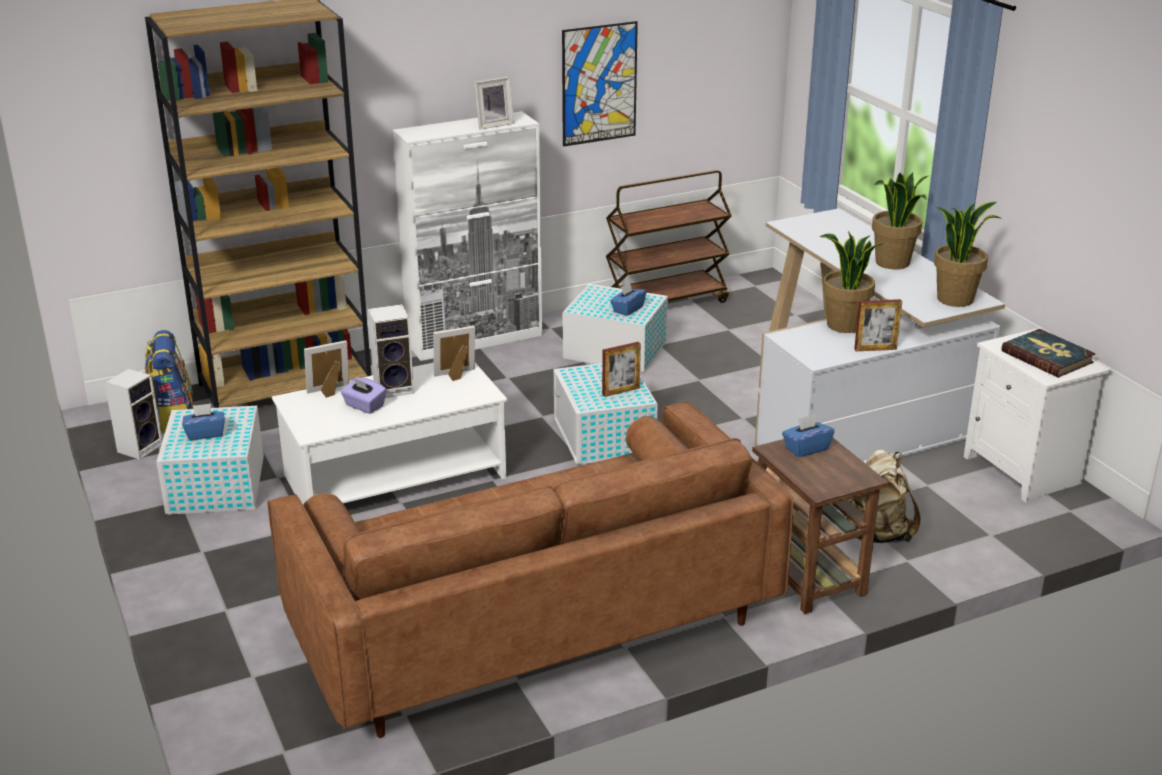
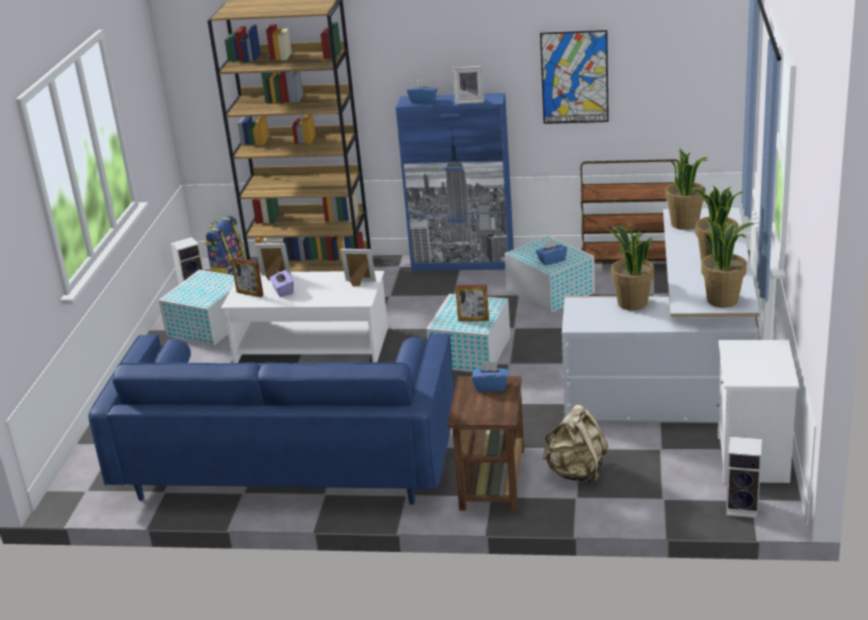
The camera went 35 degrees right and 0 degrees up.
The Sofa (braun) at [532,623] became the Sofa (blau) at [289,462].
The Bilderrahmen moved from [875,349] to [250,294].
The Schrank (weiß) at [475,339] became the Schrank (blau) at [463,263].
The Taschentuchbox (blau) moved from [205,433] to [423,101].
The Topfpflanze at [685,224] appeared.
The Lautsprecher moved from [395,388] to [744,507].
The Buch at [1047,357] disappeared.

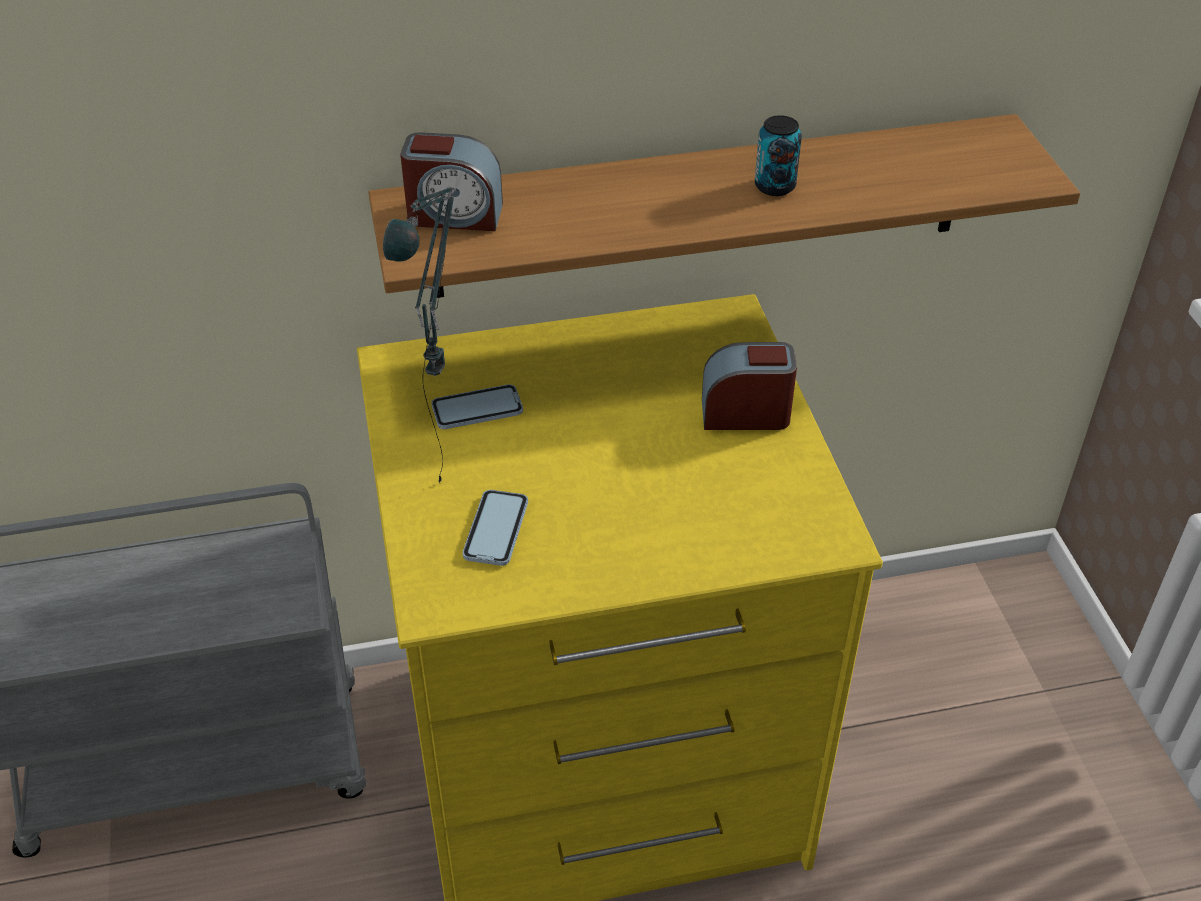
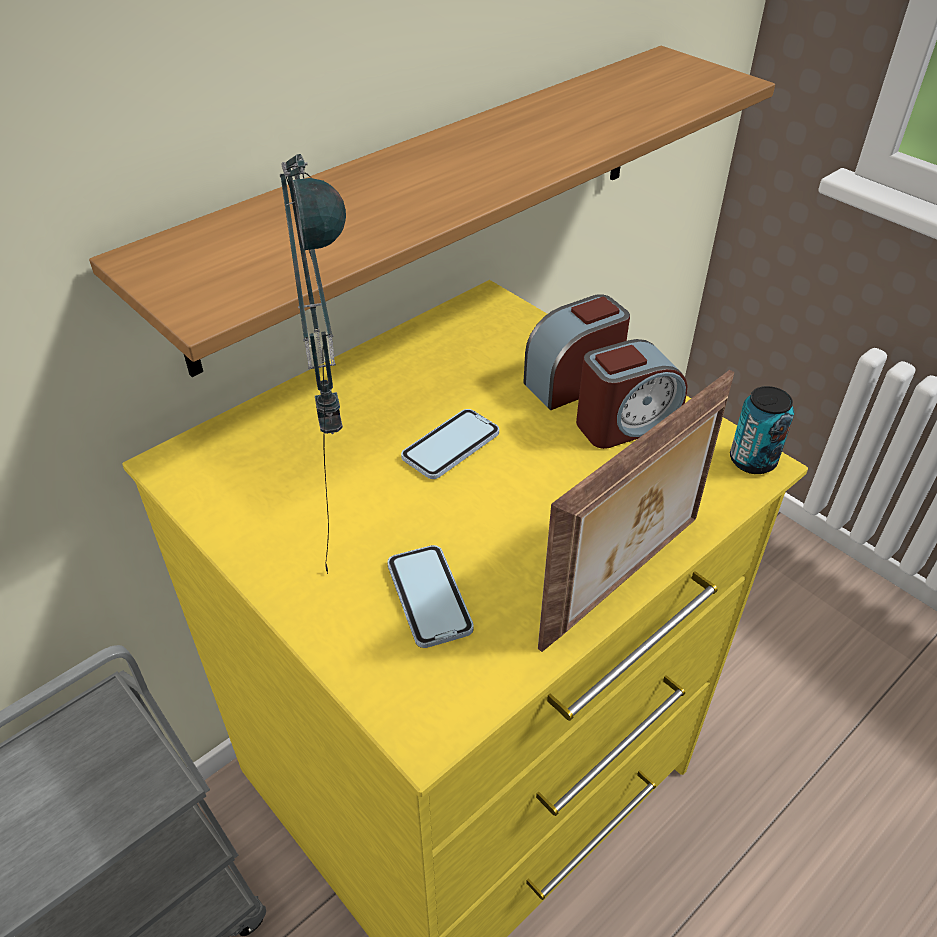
The camera went 30 degrees left and 0 degrees up.
The Handy moved from [477,409] to [451,446].
The Bilderrahmen at [626,581] appeared.
The Wecker moved from [454,215] to [626,423].
The Dose moved from [775,186] to [752,460].

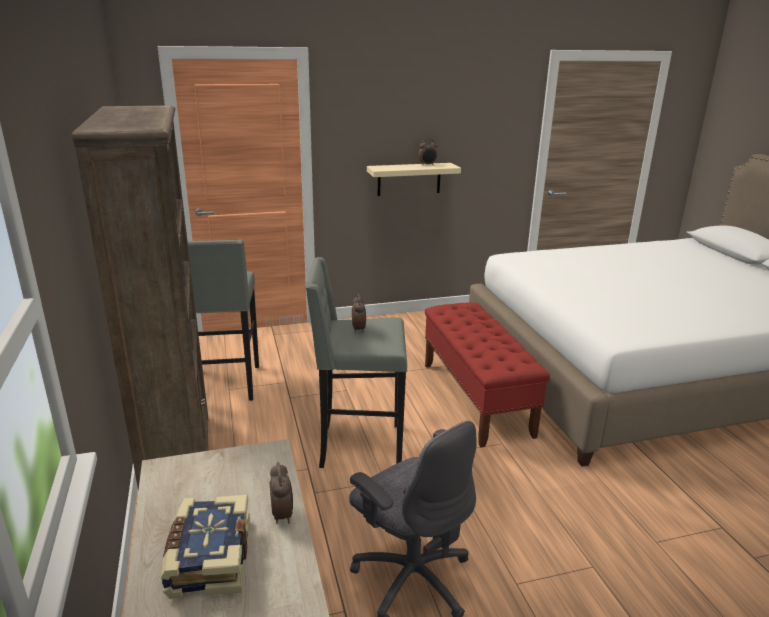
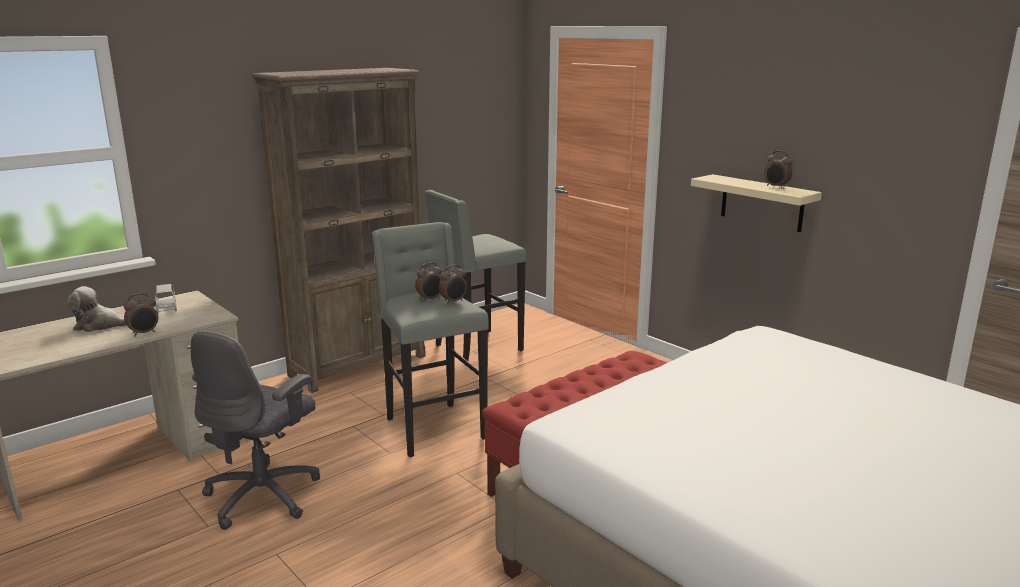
The camera went 65 degrees right and 5 degrees down.
The Buch at [208,558] was replaced by the Plüschtier at [100,325].
The Spielzeugauto (grau) at [166,307] appeared.
The Wecker at [453,301] appeared.

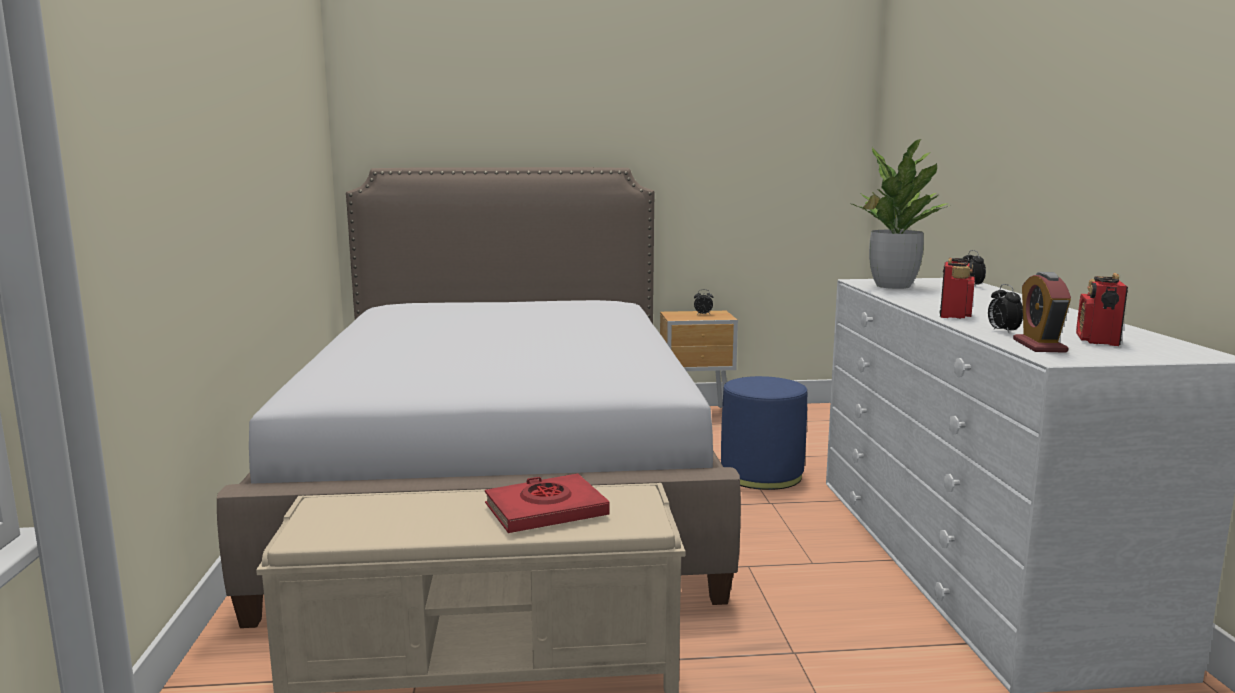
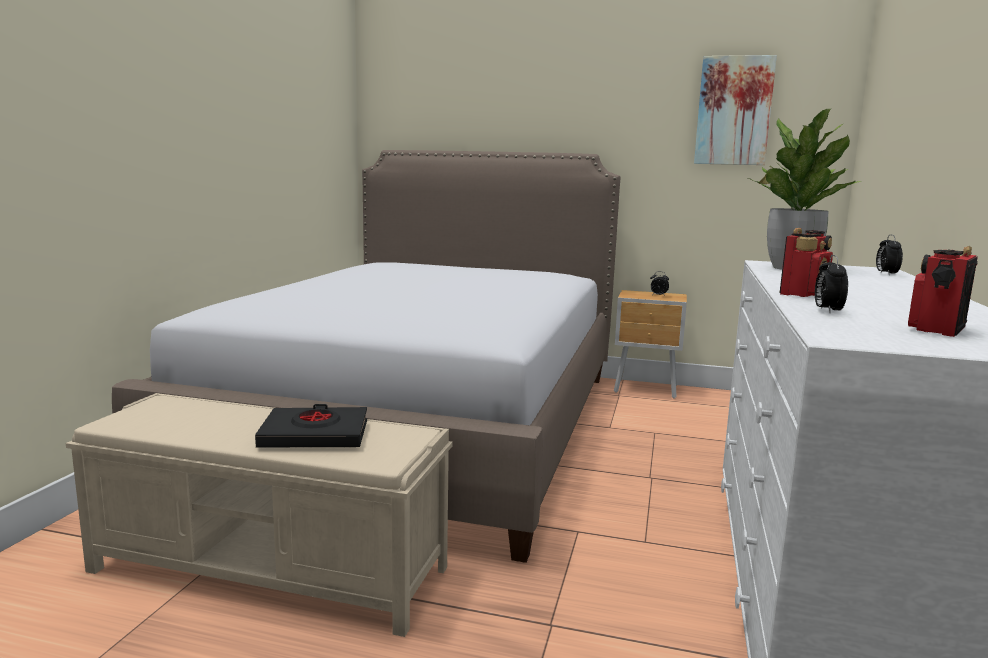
The camera went 20 degrees right and 0 degrees up.
The Buch (rot) at [546,511] became the Buch (schwarz) at [315,435].
The Bild at [733,111] appeared.
The Polsterhocker (blau) at [761,474] disappeared.
The Wecker at [1039,346] disappeared.

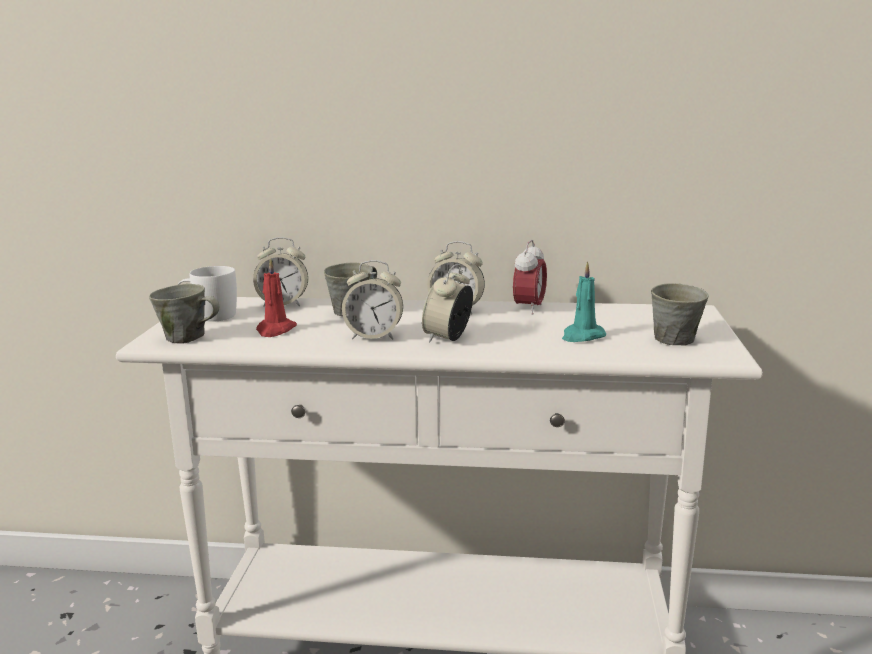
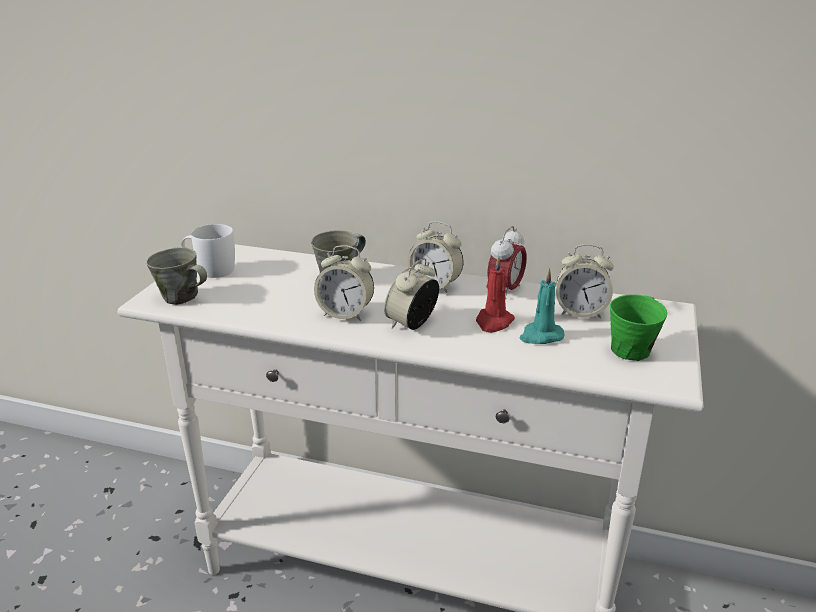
The camera went 10 degrees right and 10 degrees up.
The Kerze (rot) moved from [275,330] to [493,322].
The Wecker moved from [283,304] to [580,312].
The Henkelbecher (grau) at [675,338] became the Henkelbecher (grün) at [632,349].

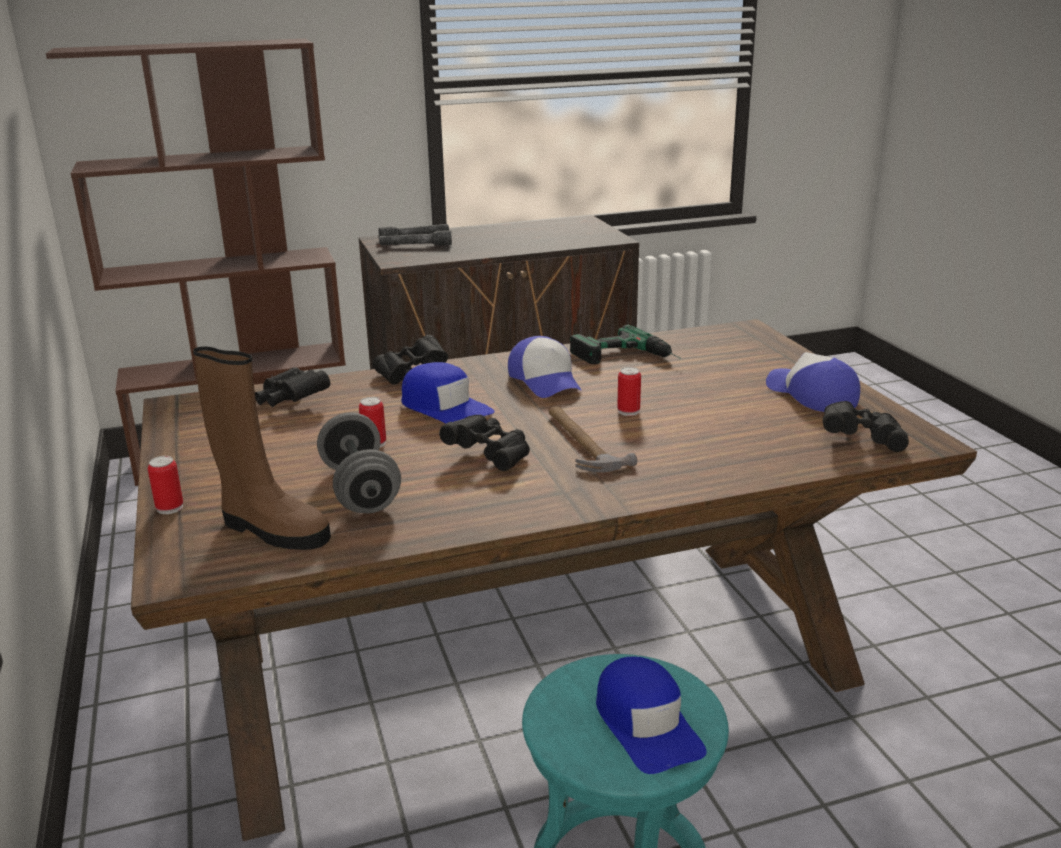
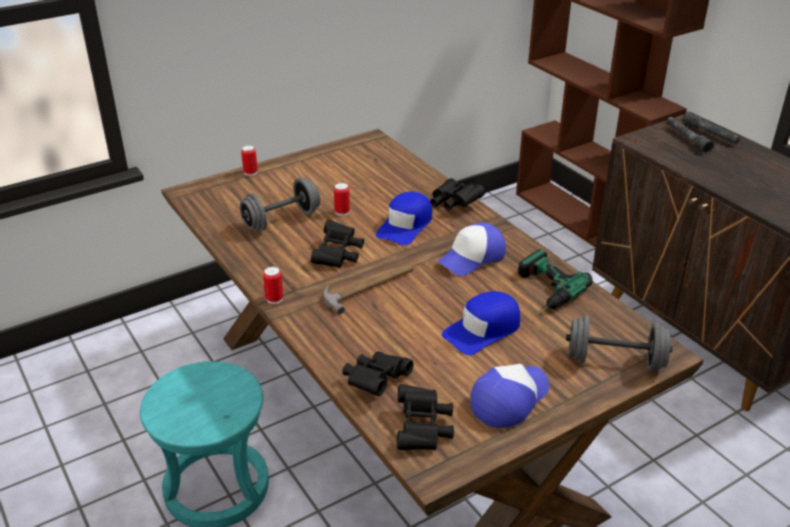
The camera went 75 degrees right and 10 degrees up.
The Dose moved from [628,411] to [274,298].
The Fernglas (schwarz) moved from [291,401] to [376,381].
The Kappe (blau) moved from [646,724] to [483,330].
The Hantel (grau) at [615,361] appeared.
The Stiefel (braun) at [272,530] disappeared.

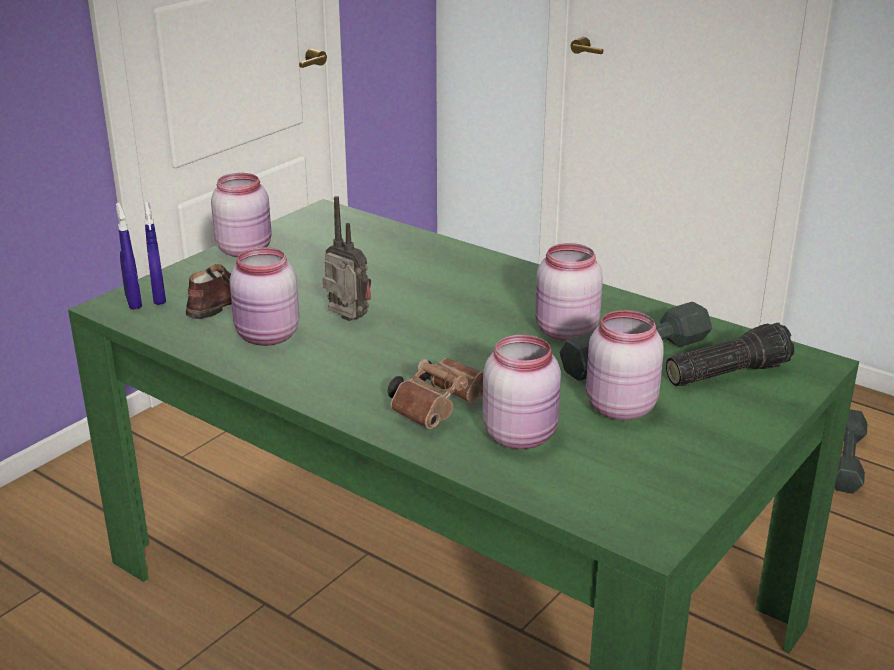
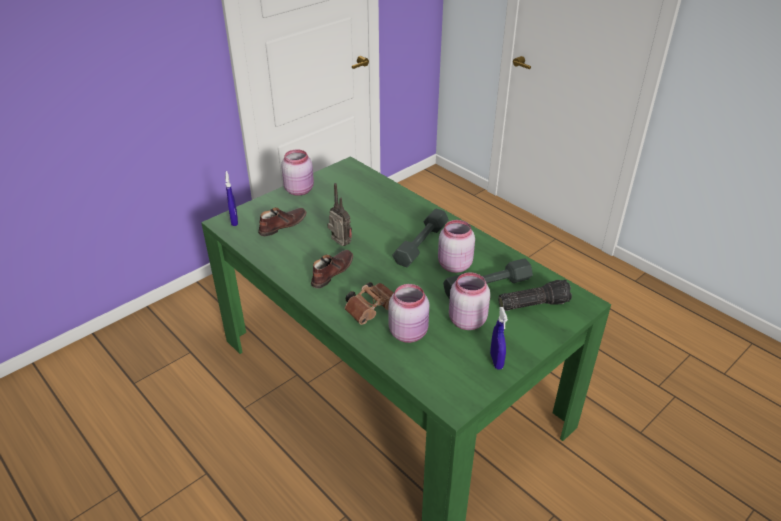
The camera went 10 degrees right and 10 degrees up.
The Schuh (braun) at [331,272] appeared.
The Hantel (grau) moved from [846,460] to [421,244].
The Sprühflasche (blau) moved from [159,298] to [496,361].
The Vorratsglas (rosa) at [267,337] disappeared.

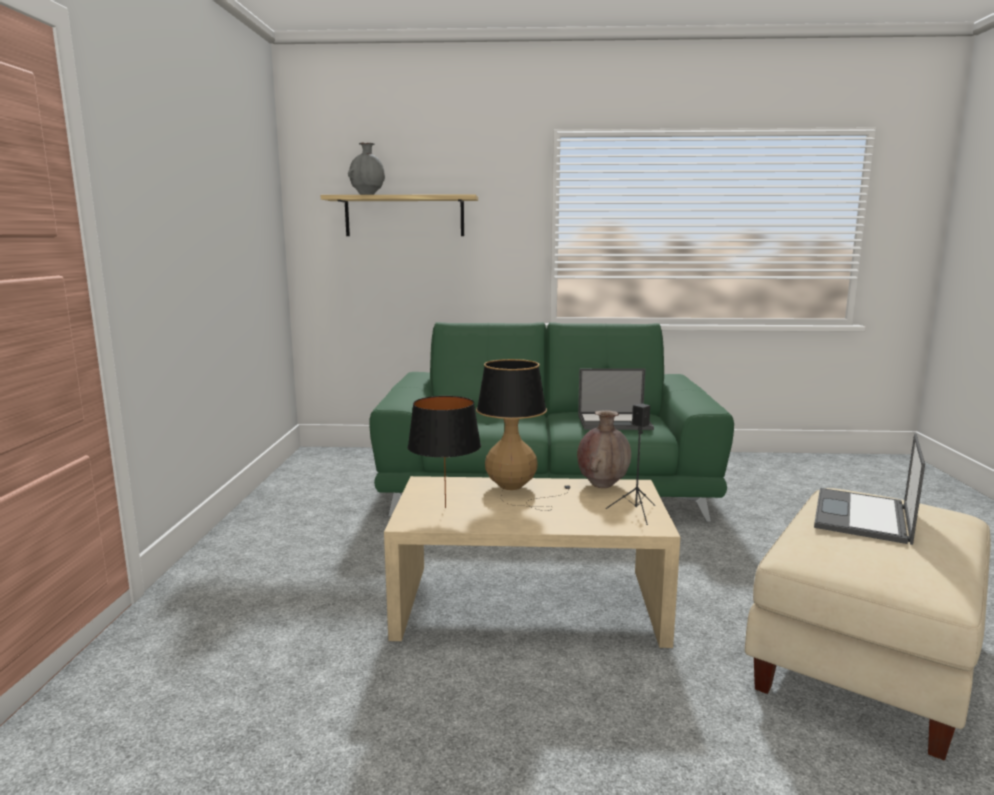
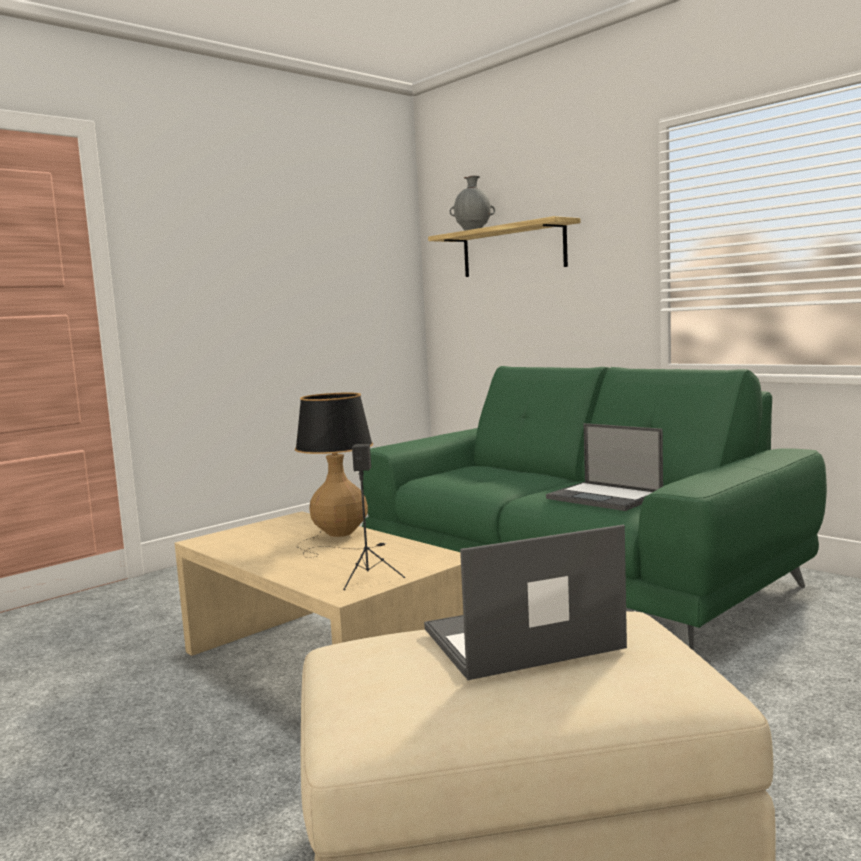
The camera went 45 degrees right and 5 degrees down.
The Tischlampe (schwarz) at [445,507] disappeared.
The Vase (braun) at [602,485] disappeared.

